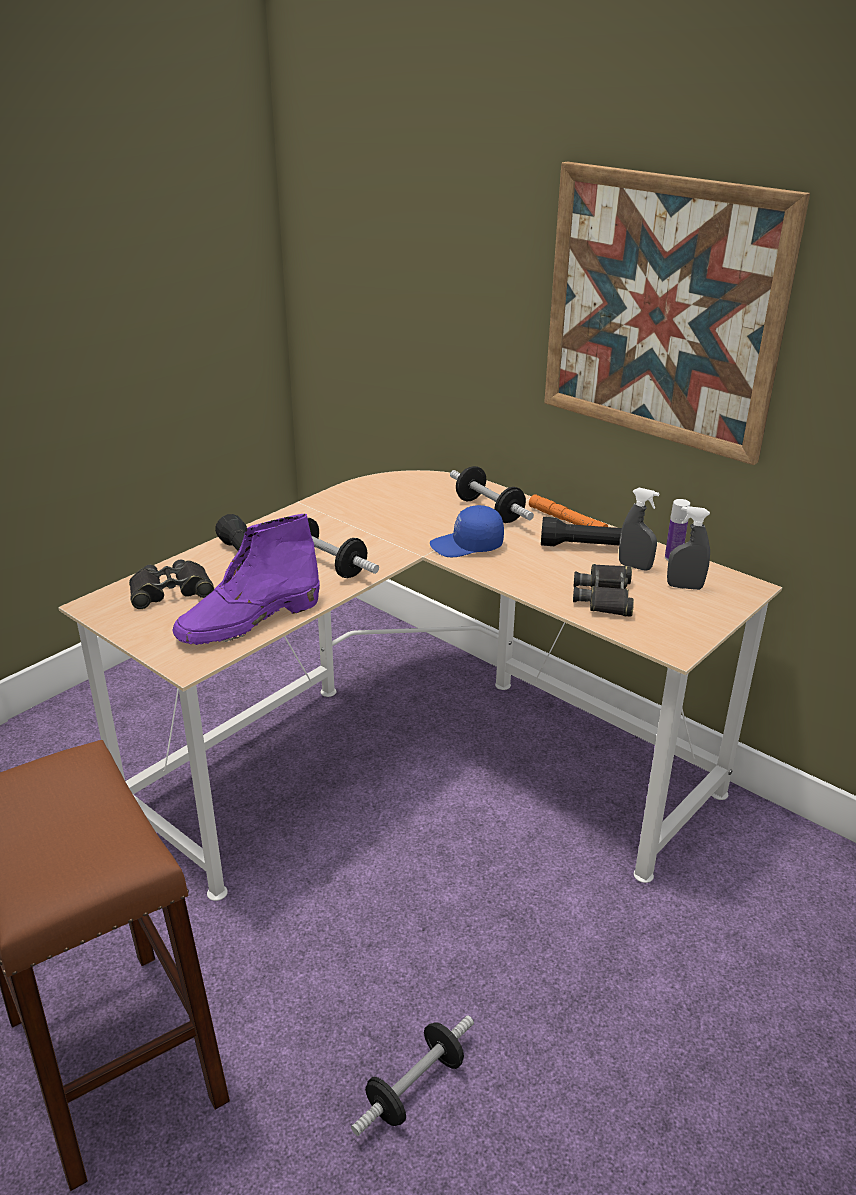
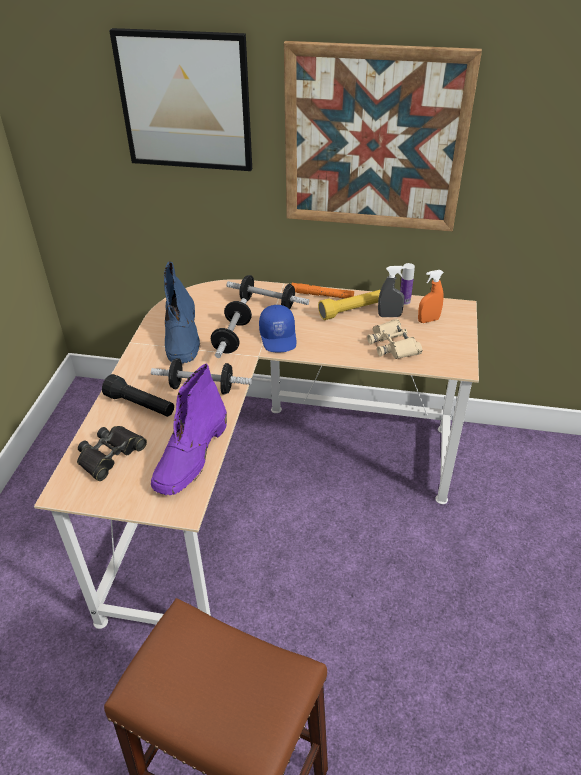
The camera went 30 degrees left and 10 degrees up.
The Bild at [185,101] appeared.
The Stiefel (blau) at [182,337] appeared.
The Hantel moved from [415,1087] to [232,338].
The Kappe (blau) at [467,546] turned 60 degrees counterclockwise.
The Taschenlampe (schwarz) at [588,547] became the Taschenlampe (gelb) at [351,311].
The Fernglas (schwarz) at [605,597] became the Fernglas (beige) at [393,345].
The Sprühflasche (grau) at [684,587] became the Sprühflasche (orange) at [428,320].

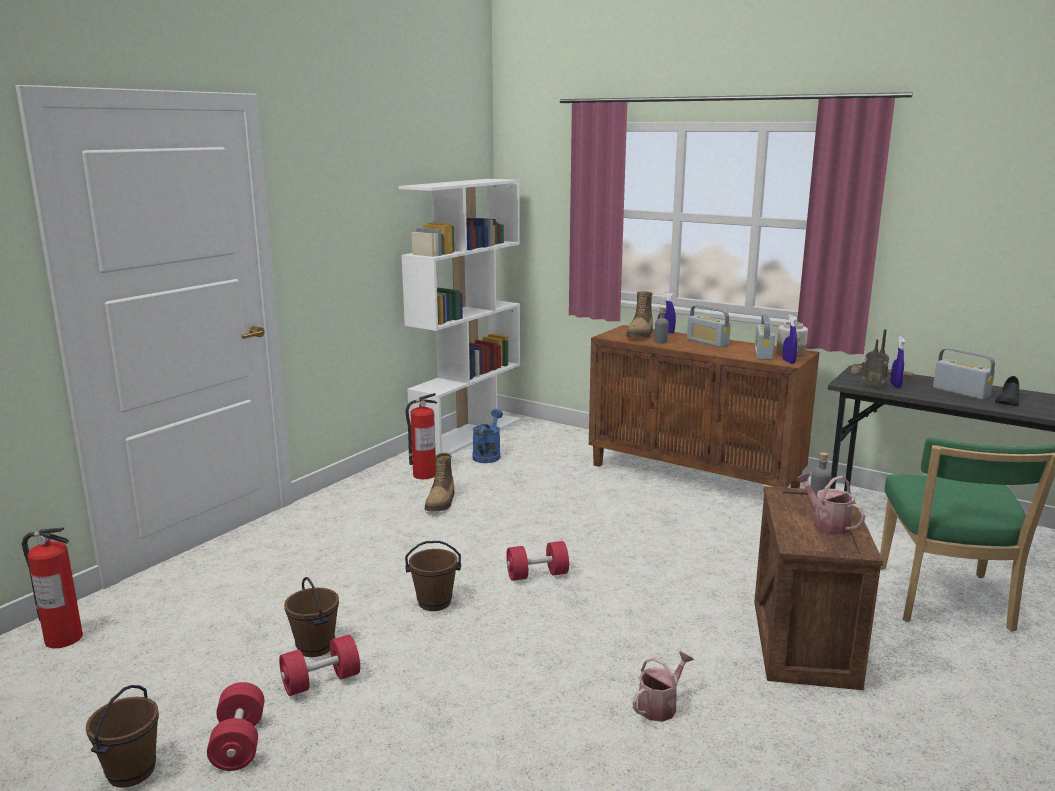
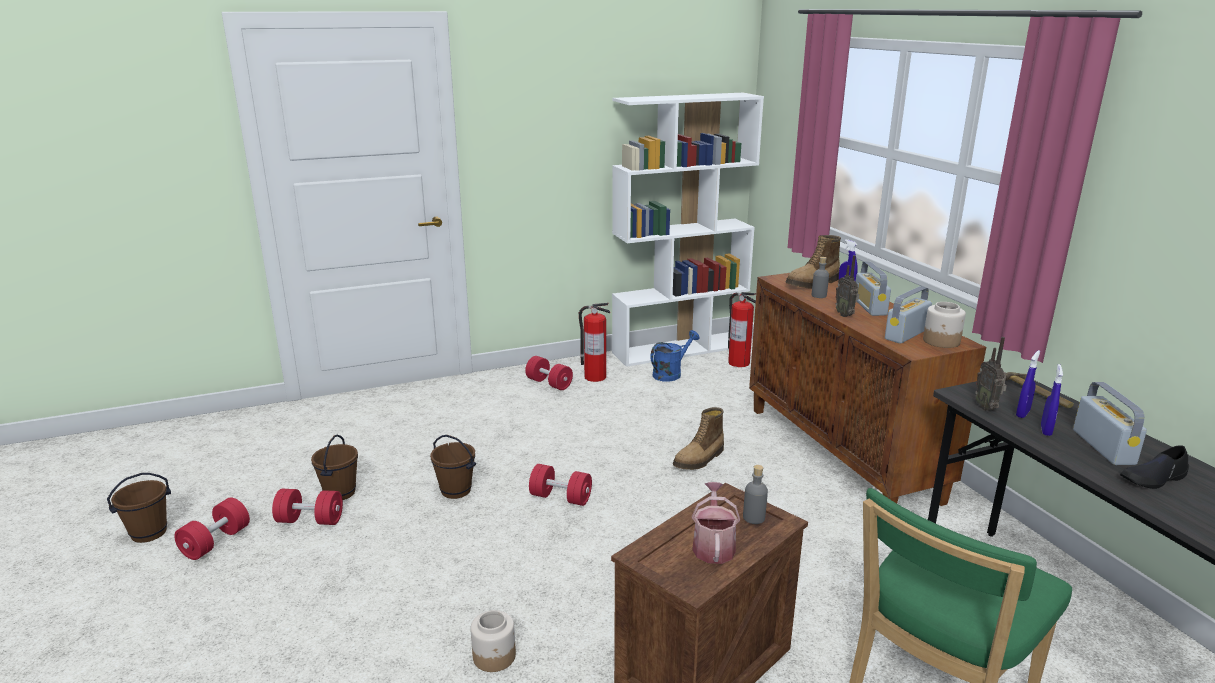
The camera went 35 degrees right and 5 degrees up.
The Gießkanne at [660,705] was replaced by the Vorratsglas at [494,656].
The Hantel (rot) at [549,383] appeared.
The Stiefel moved from [441,502] to [700,459].
The Feuerlöscher moved from [62,638] to [738,362].
The Radio at [845,315] appeared.
The Sprühflasche (blau) moved from [788,362] to [1046,430].

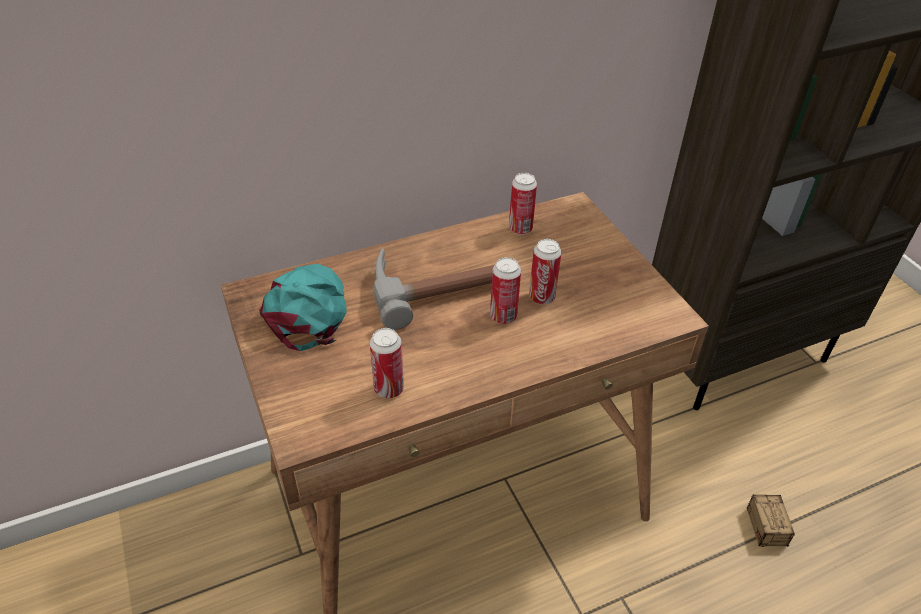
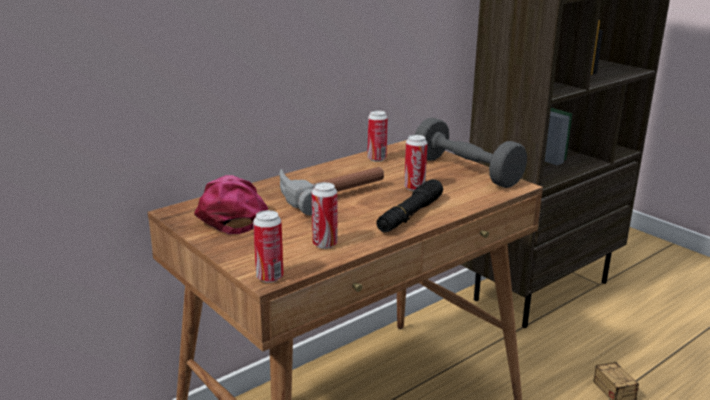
The camera went 15 degrees left and 20 degrees down.
The Kappe (türkis) at [307,310] became the Kappe (rosa) at [231,215].
The Dose moved from [503,316] to [269,277].
The Taschenlampe (schwarz) at [410,215] appeared.
The Hantel (grau) at [466,171] appeared.

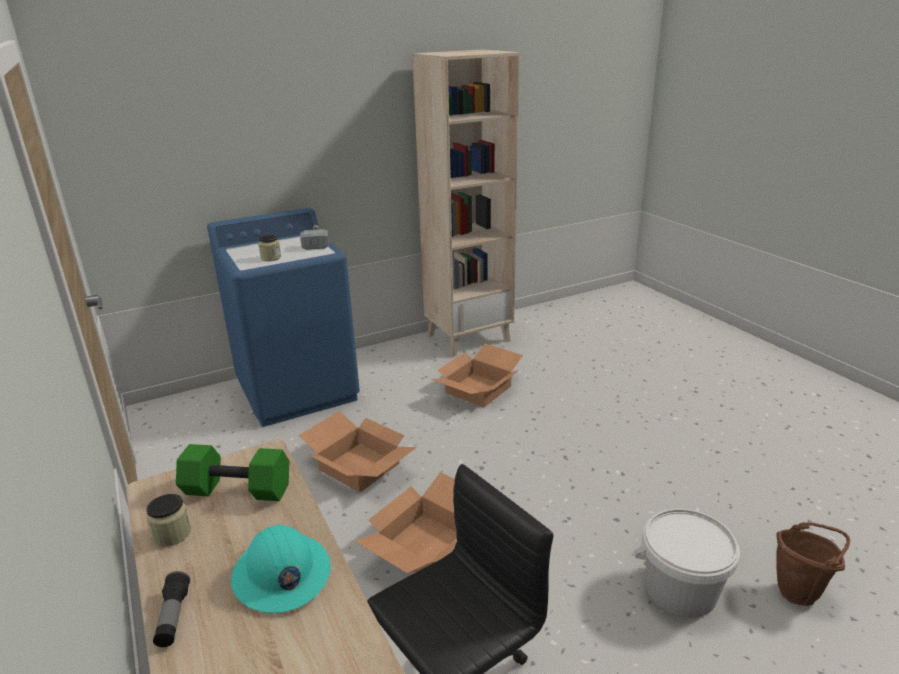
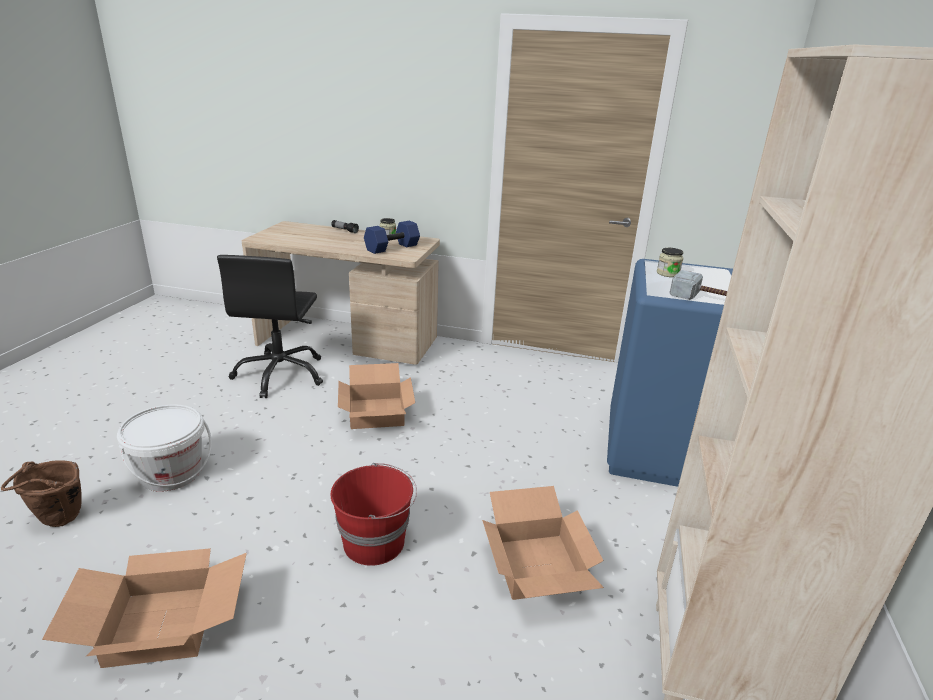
The camera went 130 degrees right and 0 degrees up.
The Karton moved from [361,466] to [159,626].
The Eimer (rot) at [375,542] appeared.
The Hantel (grün) at [236,491] became the Hantel (blau) at [392,247].
The Schutzhelm (türkis) at [281,574] disappeared.

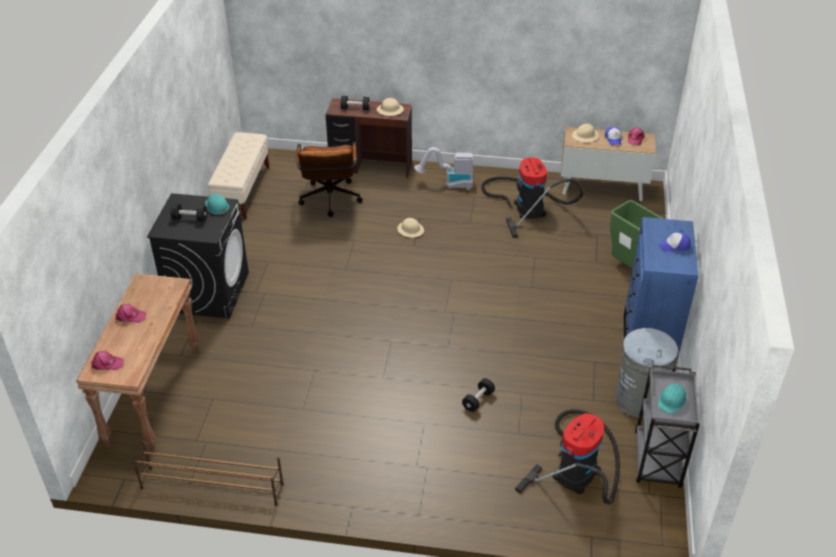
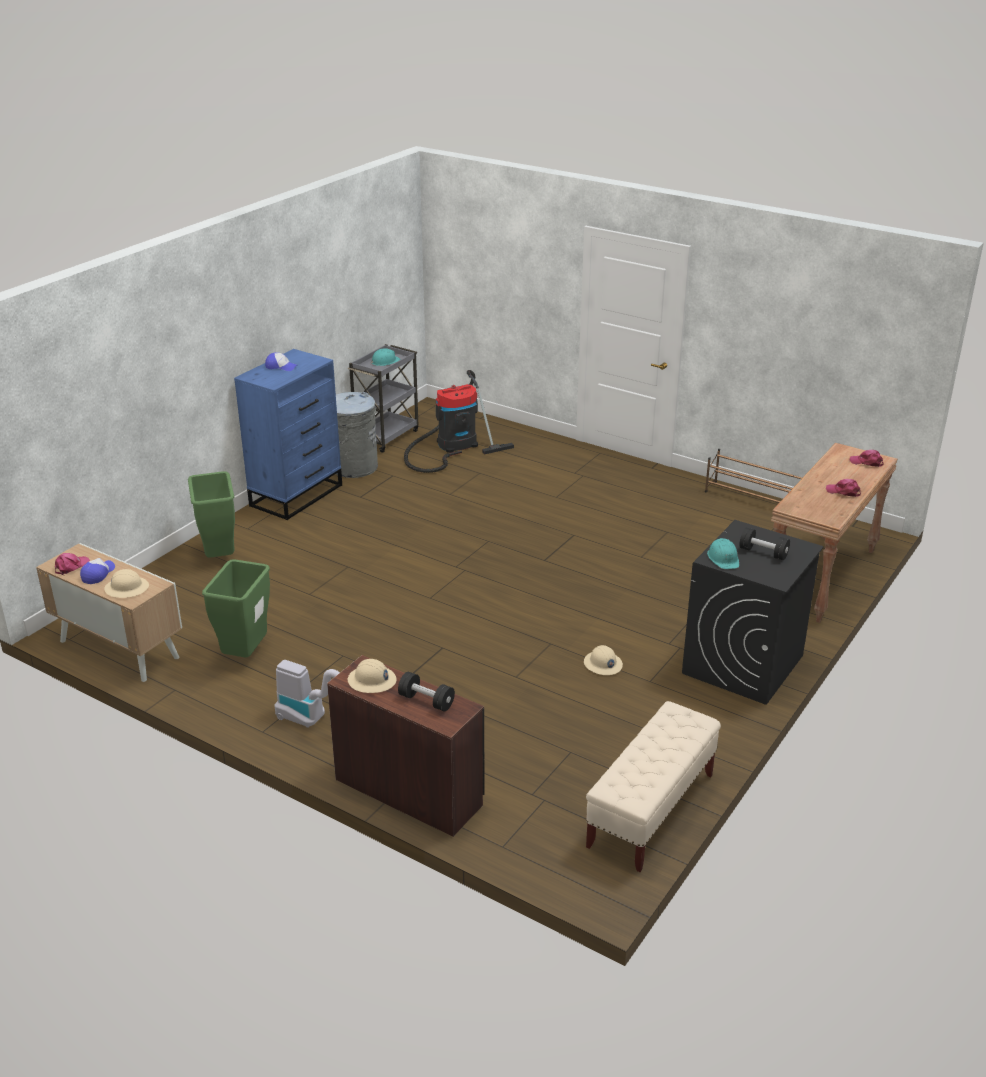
The camera went 155 degrees left and 10 degrees down.
The Staubsauger at [527,206] was replaced by the Mülleimer (grün) at [246,654].
The Schutzhelm (beige) moved from [410,230] to [602,664].
The Bürostuhl (braun) at [330,201] disappeared.
The Hantel (schwarz) at [478,400] disappeared.

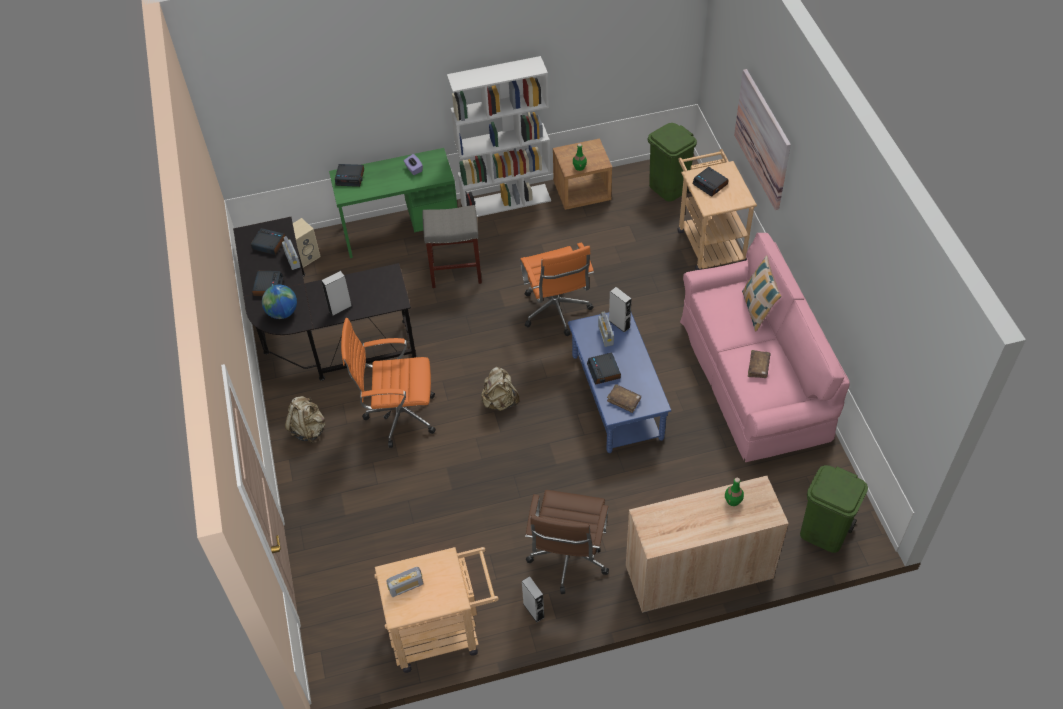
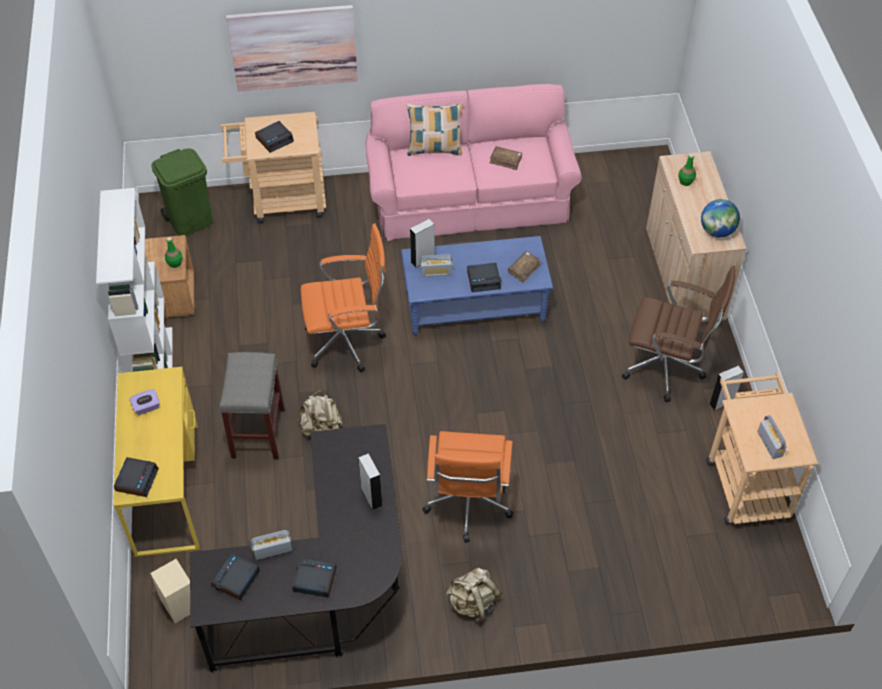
The camera went 85 degrees left and 0 degrees up.
The Schreibtisch (grün) at [401,230] became the Schreibtisch (gelb) at [167,487].
The Rucksack (beige) moved from [500,401] to [322,430].
The Globus moved from [282,313] to [717,231].
The Mülleimer (grün) at [824,532] disappeared.

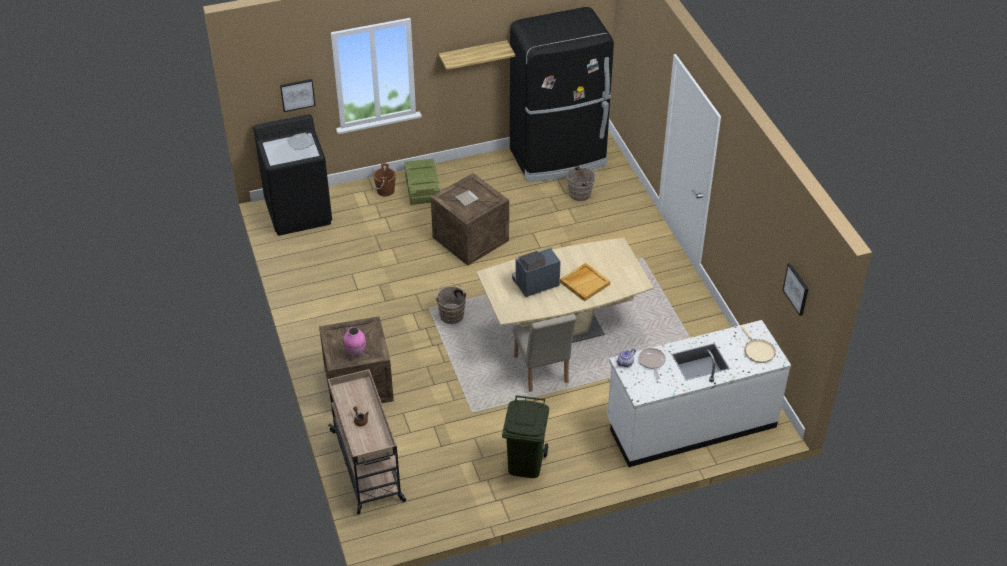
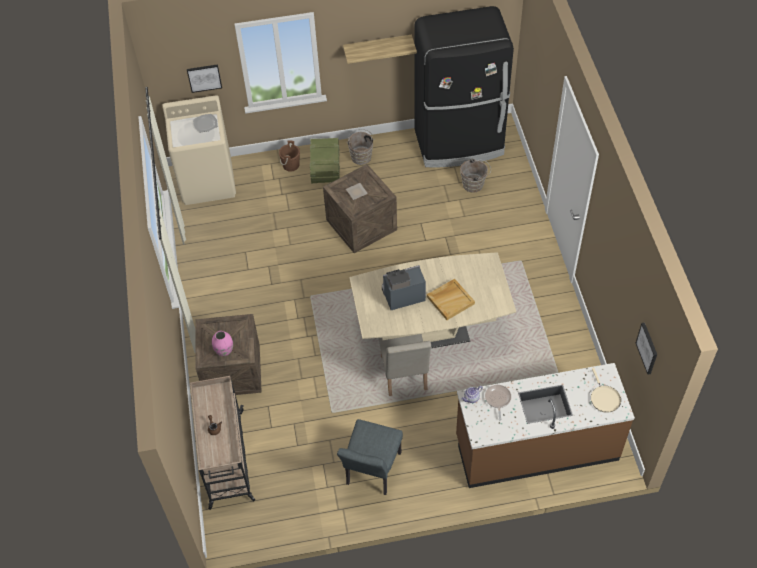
The camera went 10 degrees right and 10 degrees up.
The Waschmaschine (schwarz) at [299,212] became the Waschmaschine (beige) at [208,181].
The Mülleimer (grün) at [524,463] was replaced by the Stuhl (grau) at [371,472].
The Eimer (braun) moved from [451,314] to [361,156].
The Küchenzeile (weiß) at [690,424] became the Küchenzeile (braun) at [536,448].

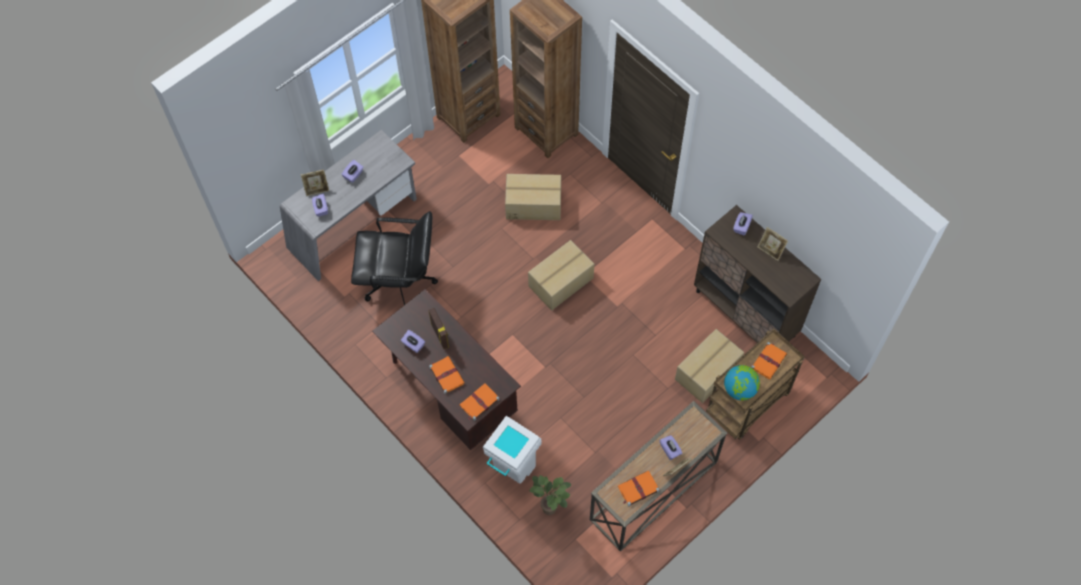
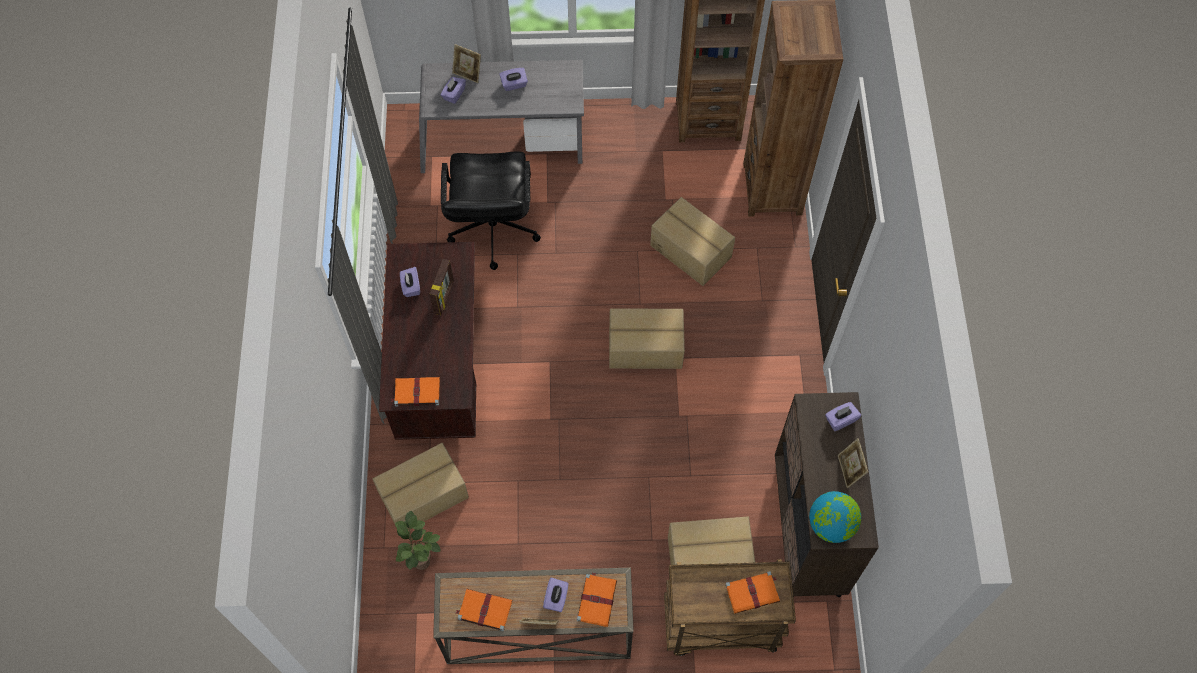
The camera went 40 degrees right and 0 degrees up.
The Mülleimer (weiß) at [512,471] was replaced by the Karton at [423,494].
The Bürostuhl (schwarz) at [400,282] turned 45 degrees clockwise.
The Buch (orange) moved from [446,375] to [596,600].
The Globus moved from [740,389] to [831,525].

